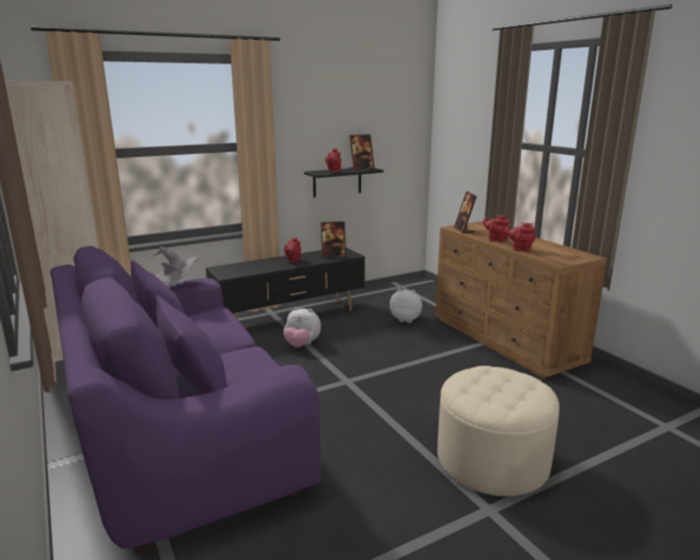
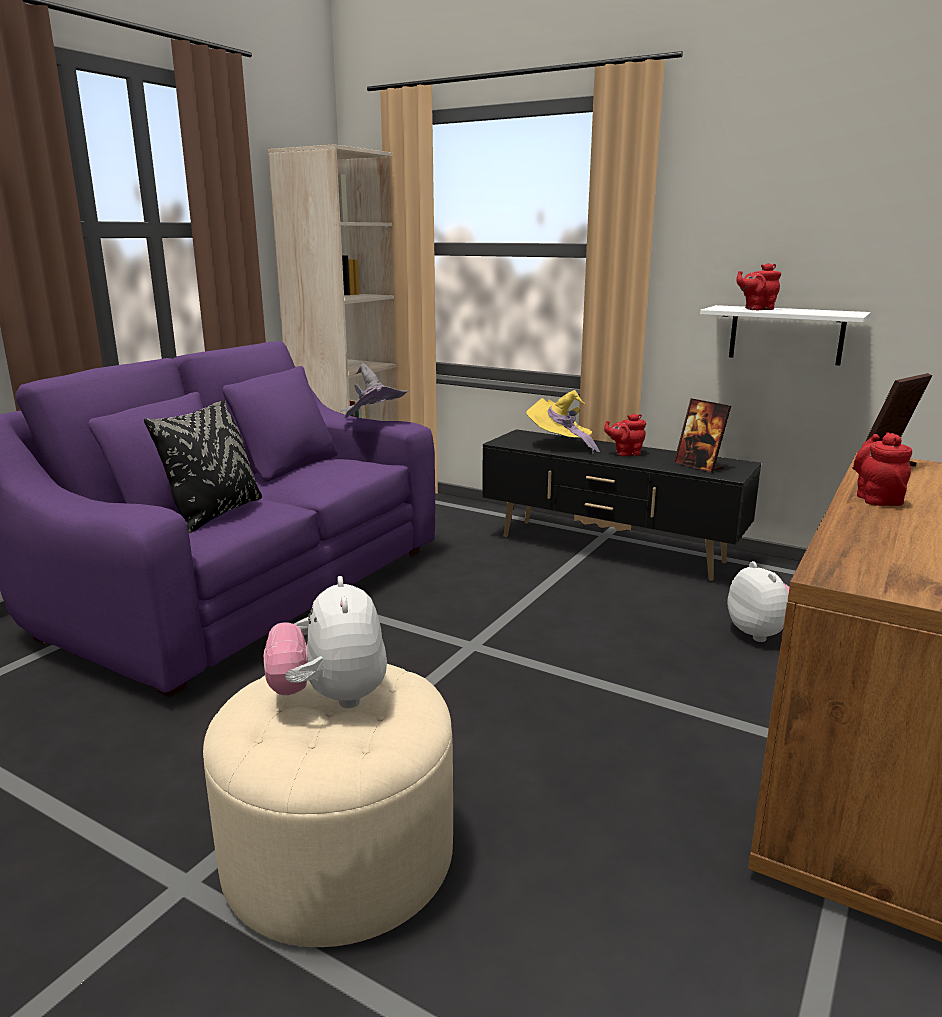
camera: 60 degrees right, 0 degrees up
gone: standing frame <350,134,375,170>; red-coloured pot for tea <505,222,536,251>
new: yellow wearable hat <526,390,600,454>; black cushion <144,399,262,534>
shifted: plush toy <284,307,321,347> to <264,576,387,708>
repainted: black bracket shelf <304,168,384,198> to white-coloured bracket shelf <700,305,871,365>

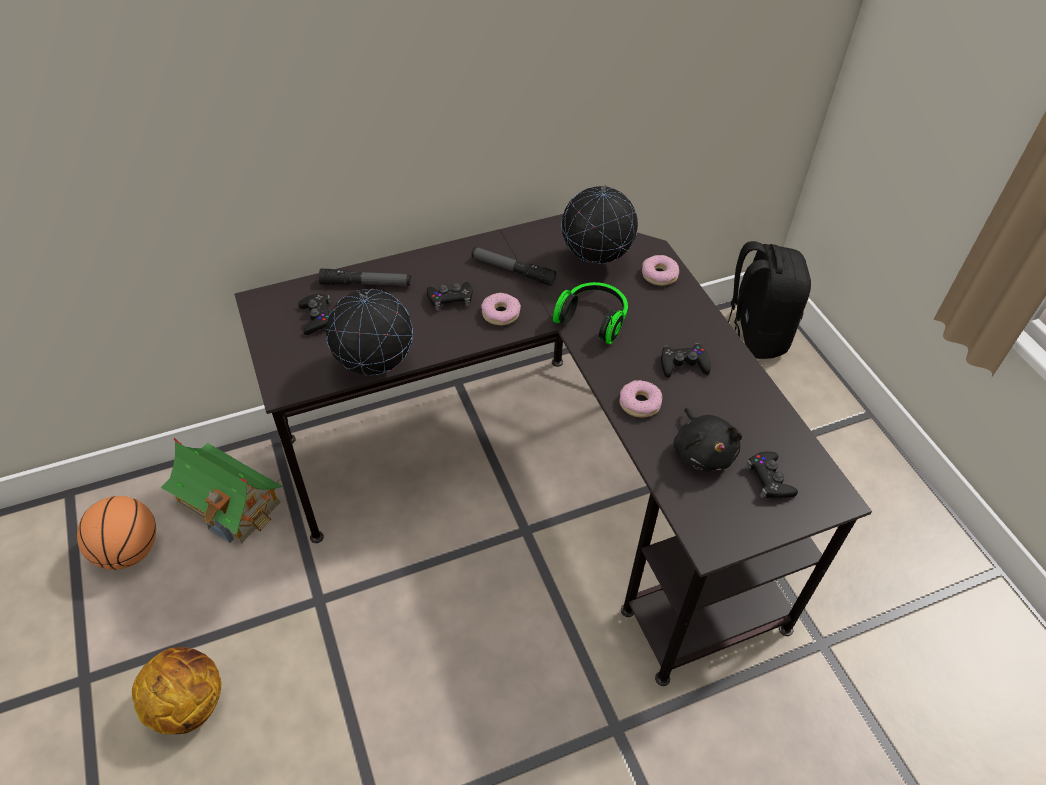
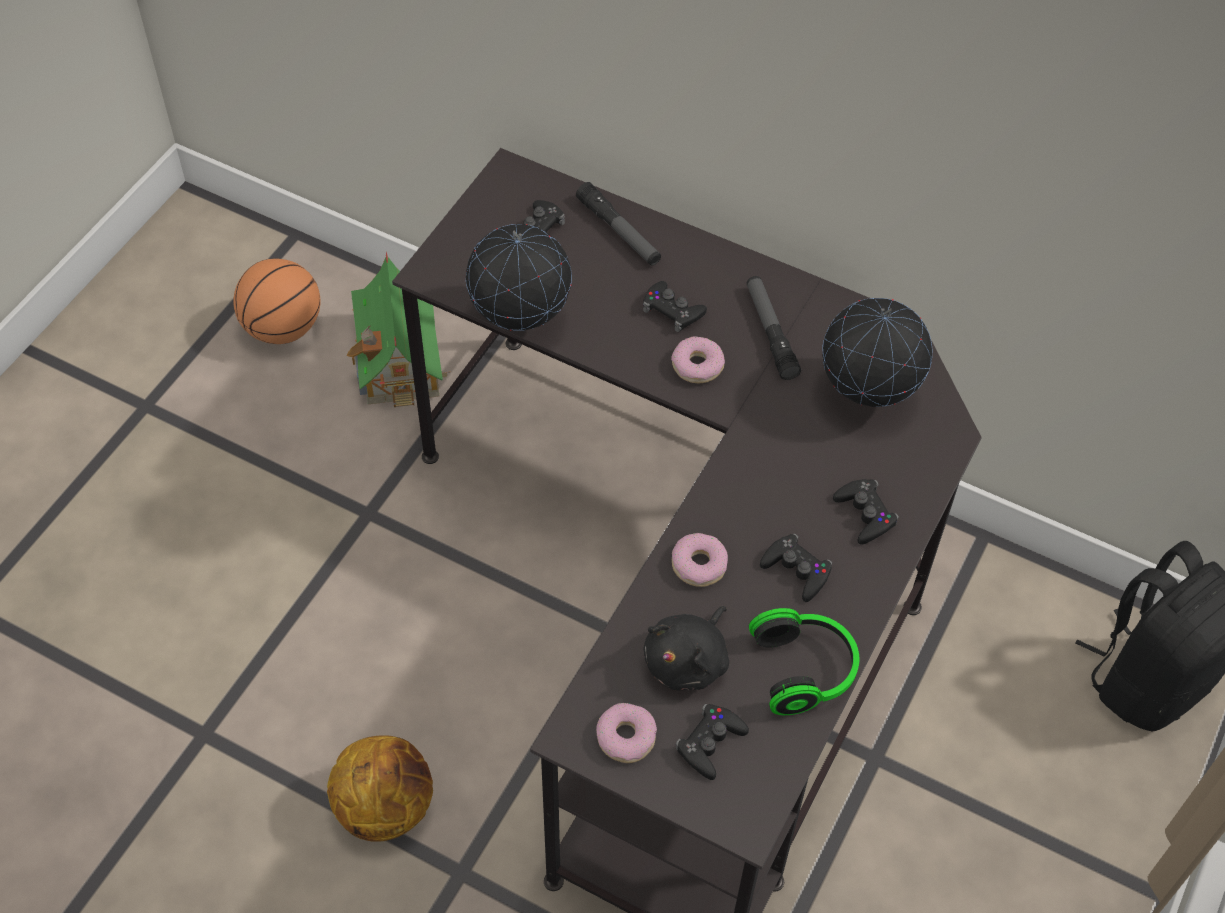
camera: 50 degrees right, 5 degrees up
new: black game controller <833,479,899,544>
shifted: ring doughnut <642,255,679,286> to <596,703,657,763>; headphones <553,282,628,345> to <749,608,859,715>; ball for basketball <132,647,221,734> to <327,735,433,842>

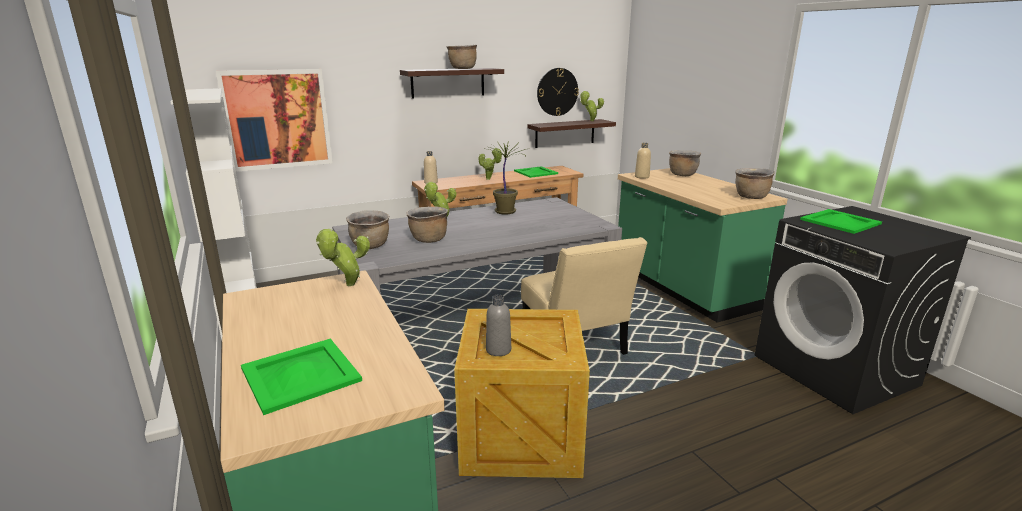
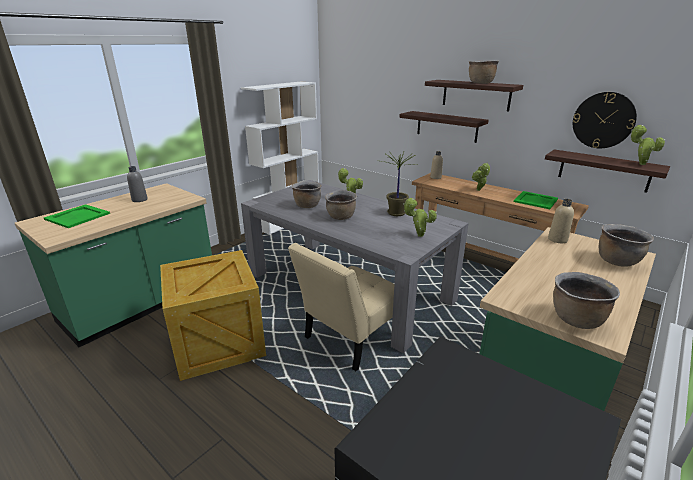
camera: 65 degrees right, 5 degrees up
gone: picture <216,69,333,172>; green carrying tray <800,209,882,234>
new: bracket shelf <399,111,489,143>
shifted: brown-coloured stockpot <346,210,390,249> to <325,190,357,220>; potted plant <316,229,370,286> to <403,198,437,237>; gray bottle <486,294,511,356> to <127,166,148,202>

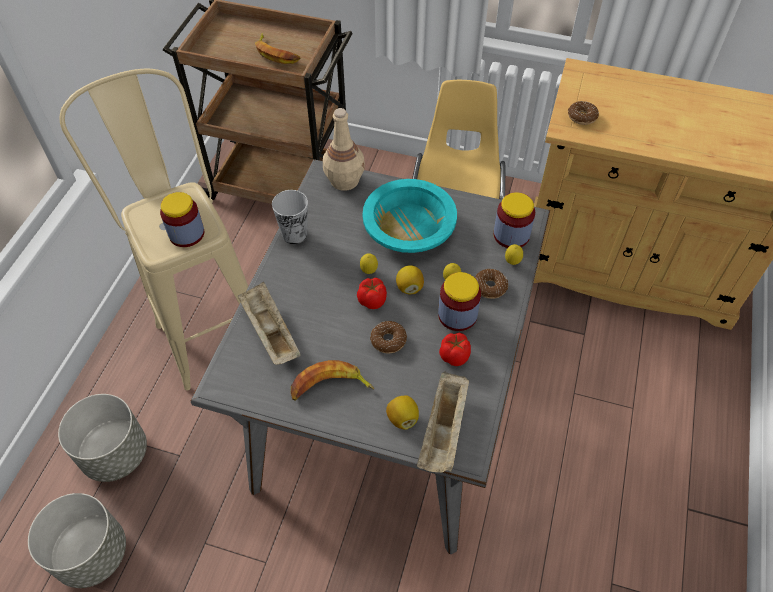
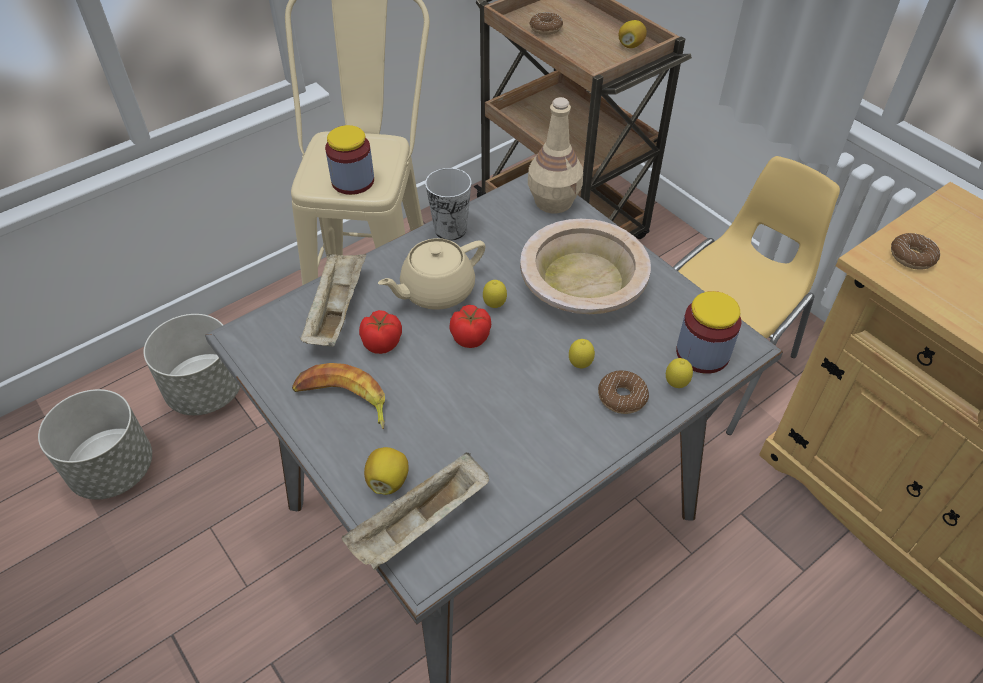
camera: 35 degrees right, 5 degrees down
gone: banana fruit <255,33,300,64>; preserve jar <438,272,481,331>
new: beige-coloured pot for tea <378,238,485,310>
shifted: citrus fruit <396,265,424,294> to <619,20,647,48>; ring doughnut <370,321,407,353> to <530,12,563,35>; whole tomato <439,333,471,366> to <359,310,402,354>
repainted: turquoise deep dish <363,179,457,253> to beige-coloured deep dish <520,219,651,314>

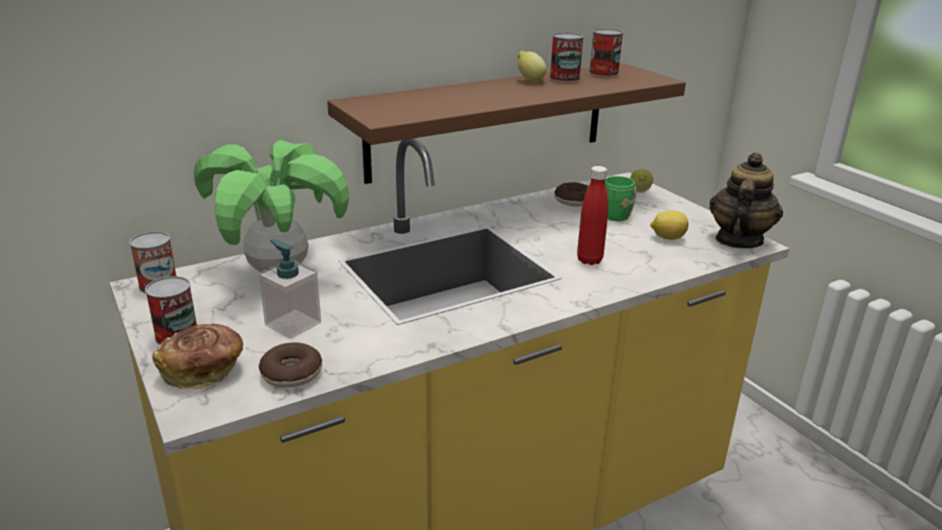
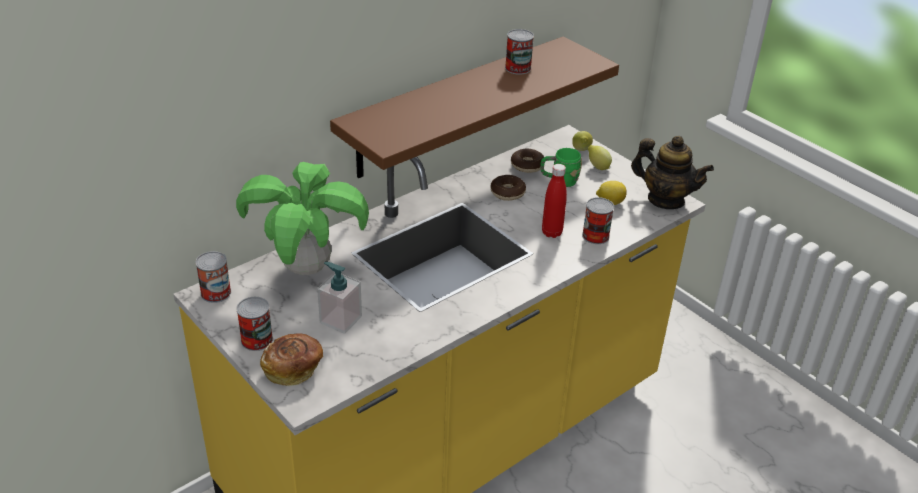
camera: 10 degrees left, 10 degrees up
shifted: sealed can <589,28,623,77> to <582,197,614,244>; citrus fruit <518,51,547,82> to <588,145,612,170>; ring doughnut <259,342,322,388> to <491,175,526,201>
rotated: pot for tea <710,152,783,248> = <631,136,714,209> 105 degrees clockwise

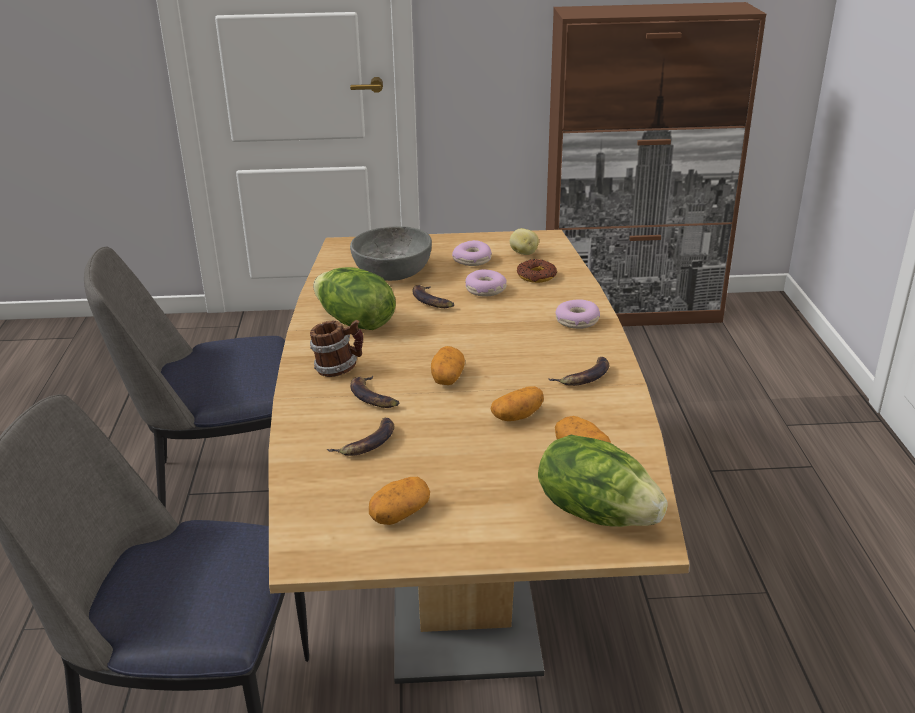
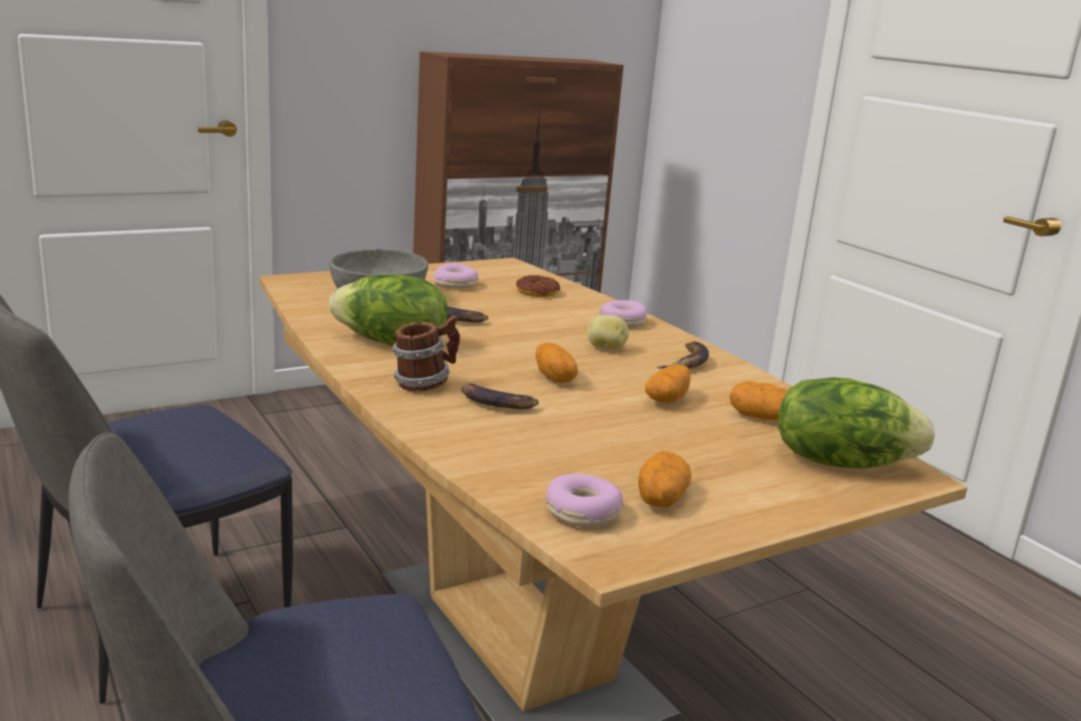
camera: 30 degrees left, 10 degrees down
gone: banana fruit <327,418,395,456>
shifted: spud <510,228,539,255> to <587,315,629,350>; ring doughnut <465,269,507,297> to <546,474,624,527>

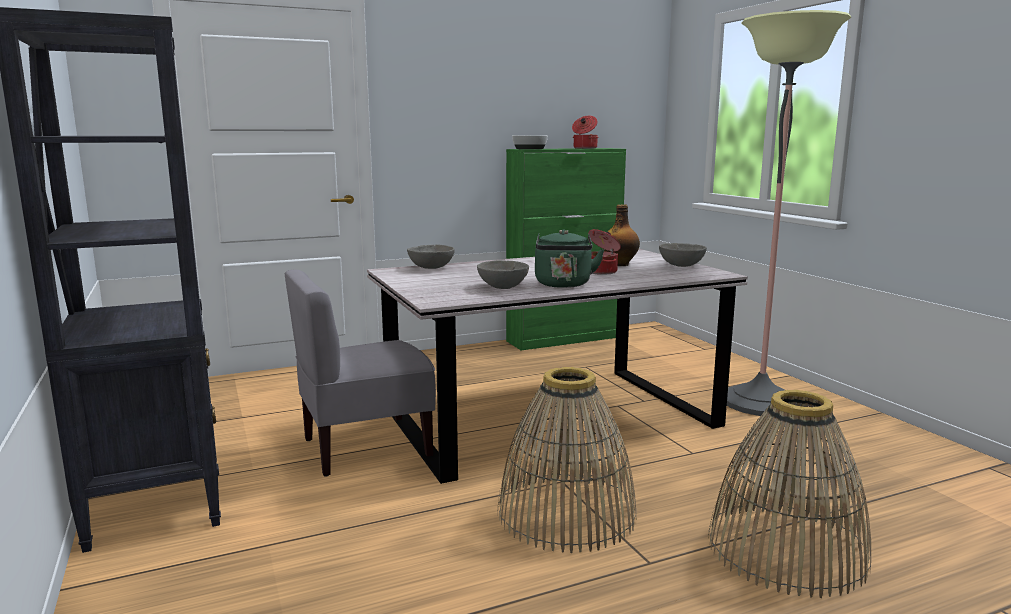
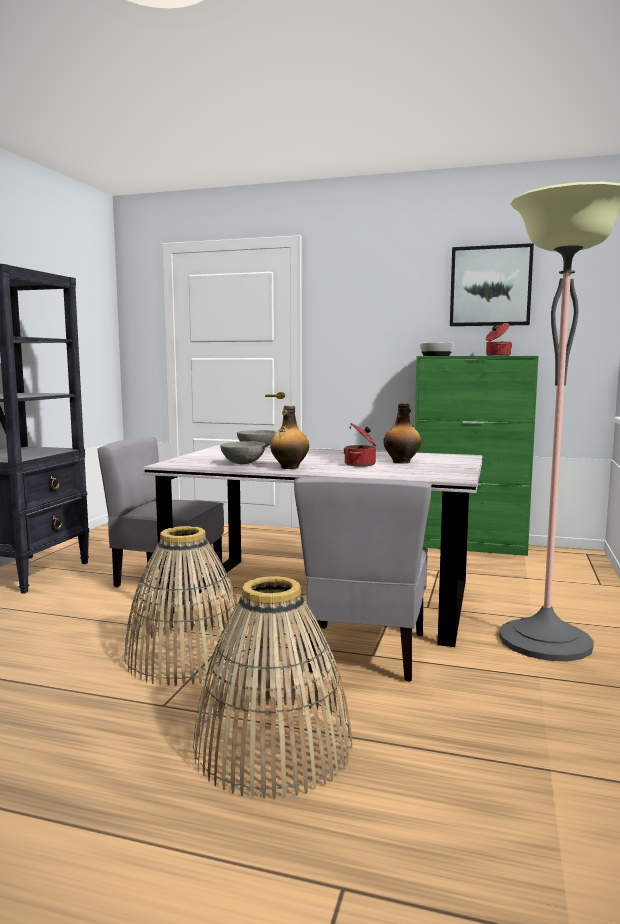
camera: 40 degrees right, 5 degrees down
gone: gray deep dish <659,243,707,267>
new: picture <450,243,534,326>; gray upright chair <294,477,432,682>
swapped: green water kettle <535,229,604,288> to bottle <270,405,309,469>

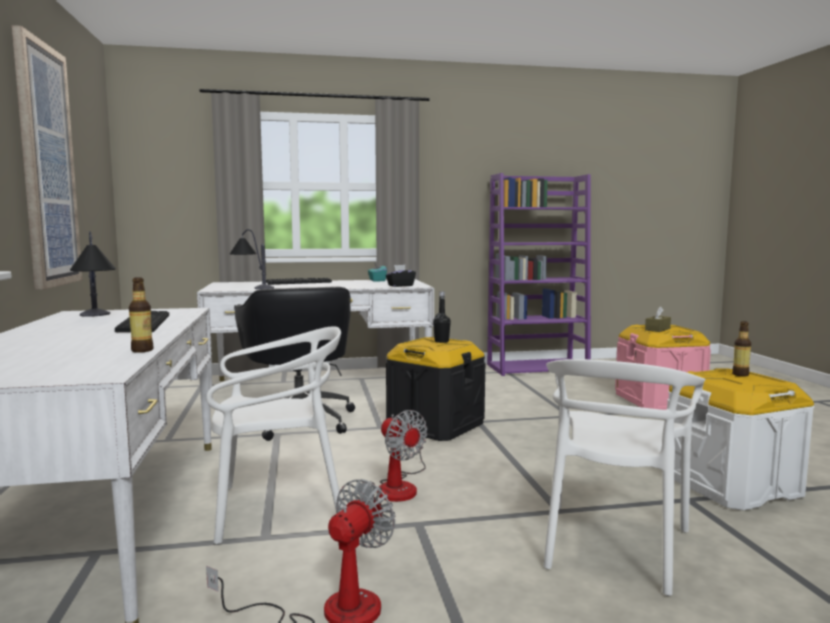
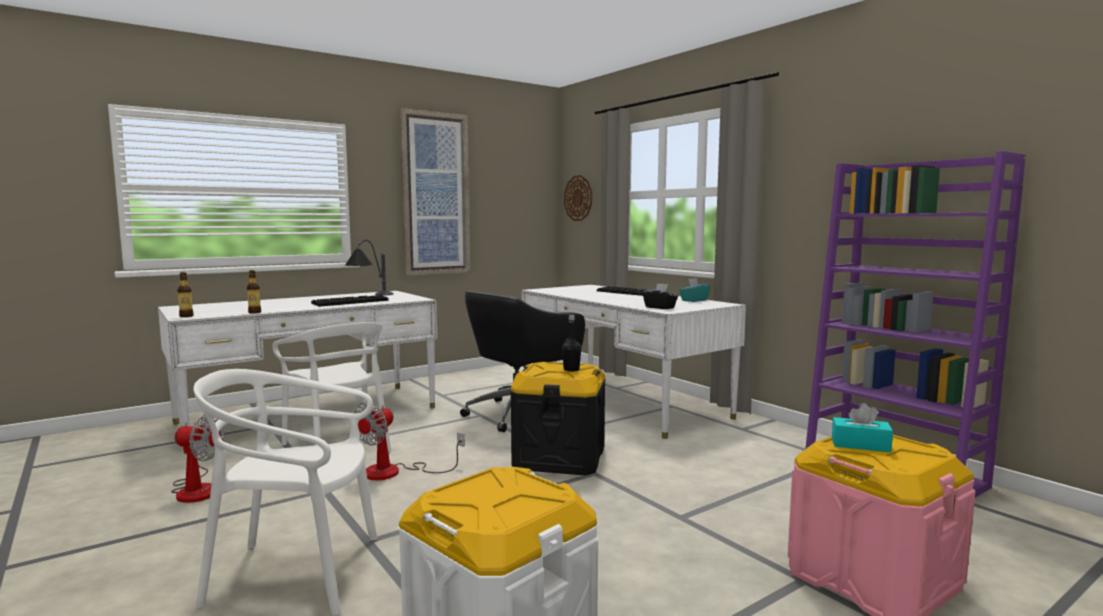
camera: 65 degrees right, 0 degrees up
gone: table lamp <230,229,274,289>
new: wall clock <564,175,592,221>
shifted: bottle <732,321,751,376> to <177,272,194,317>
repainted: brown-coloured tissue holder <645,306,671,332> to turquoise tissue holder <832,403,893,452>

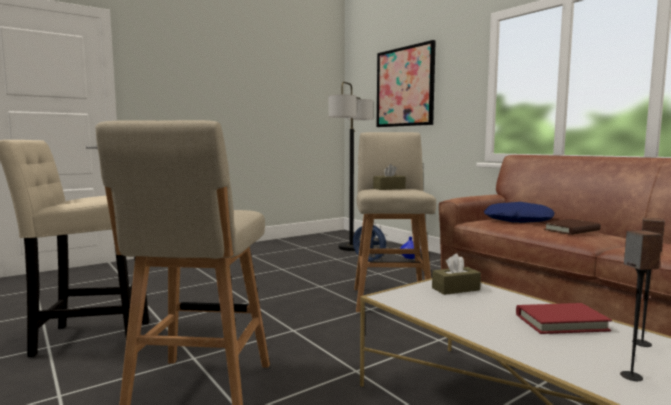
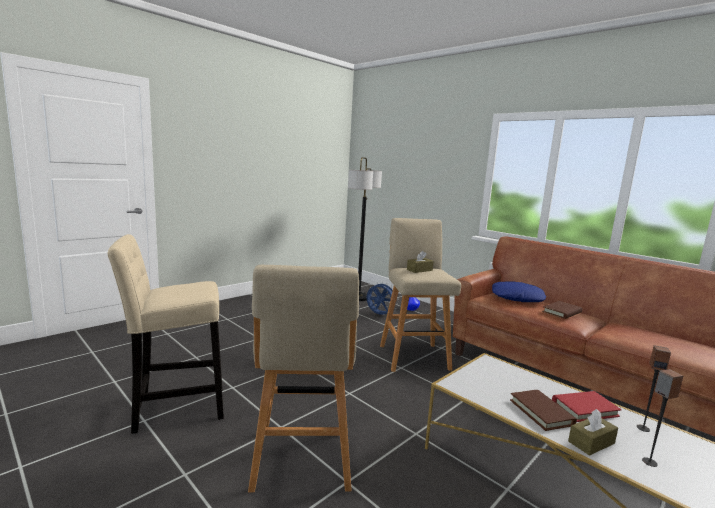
camera: 10 degrees left, 5 degrees up
gone: picture <376,40,436,127>
new: brown-coloured bound book <510,390,577,431>
shifted: brown-coloured tissue holder <432,253,481,295> to <568,409,618,455>

